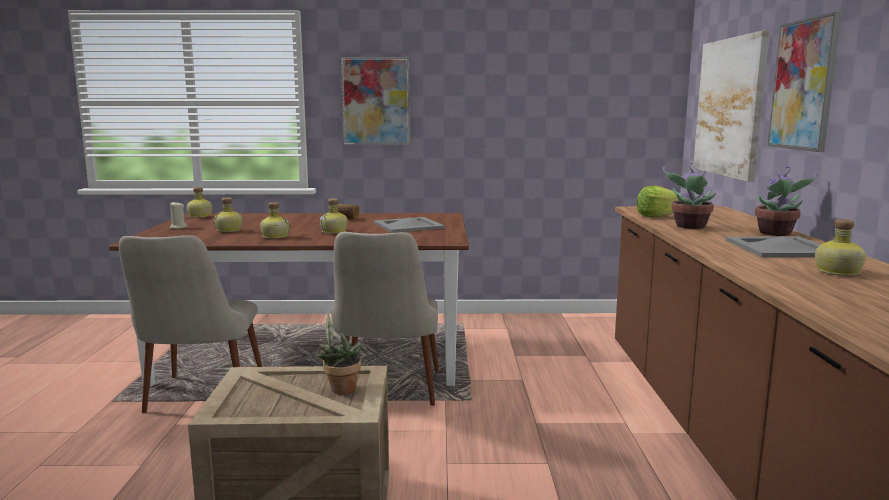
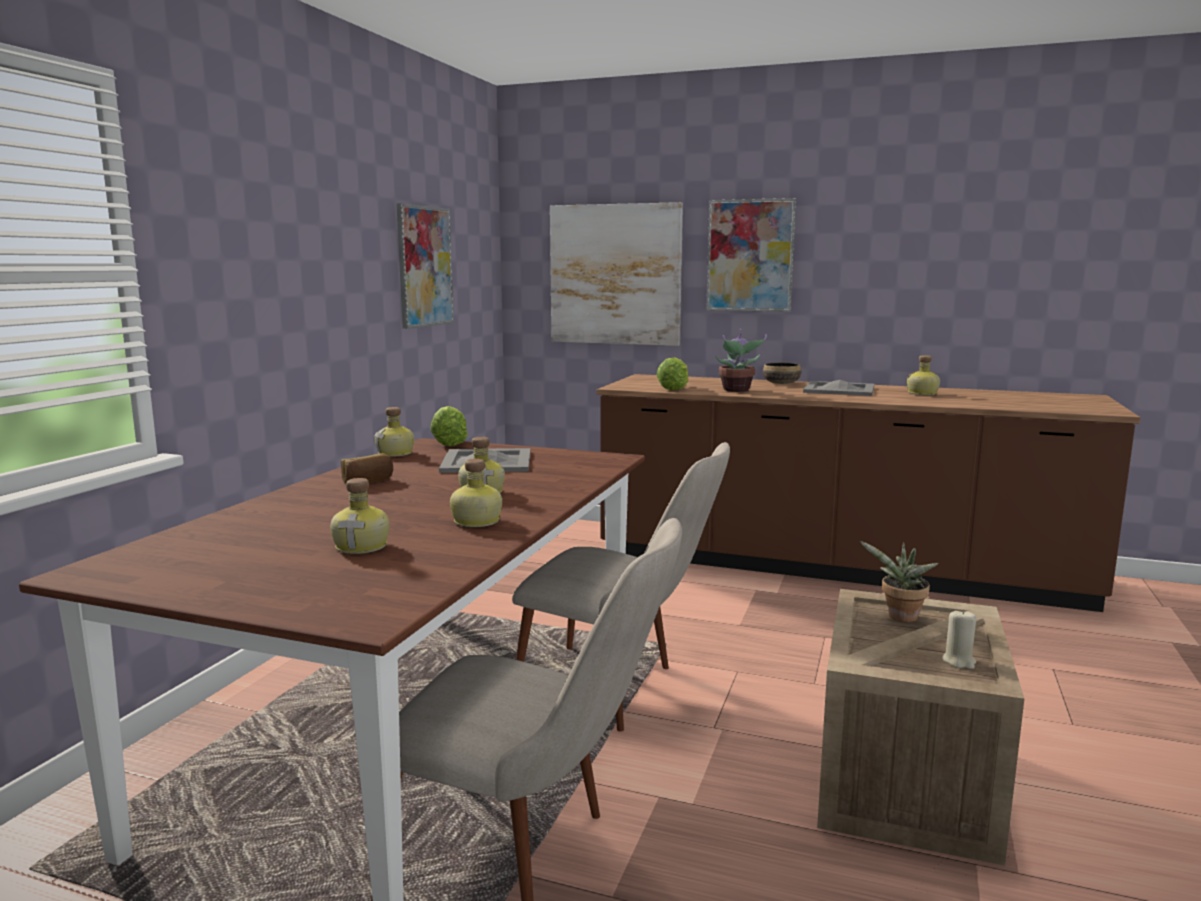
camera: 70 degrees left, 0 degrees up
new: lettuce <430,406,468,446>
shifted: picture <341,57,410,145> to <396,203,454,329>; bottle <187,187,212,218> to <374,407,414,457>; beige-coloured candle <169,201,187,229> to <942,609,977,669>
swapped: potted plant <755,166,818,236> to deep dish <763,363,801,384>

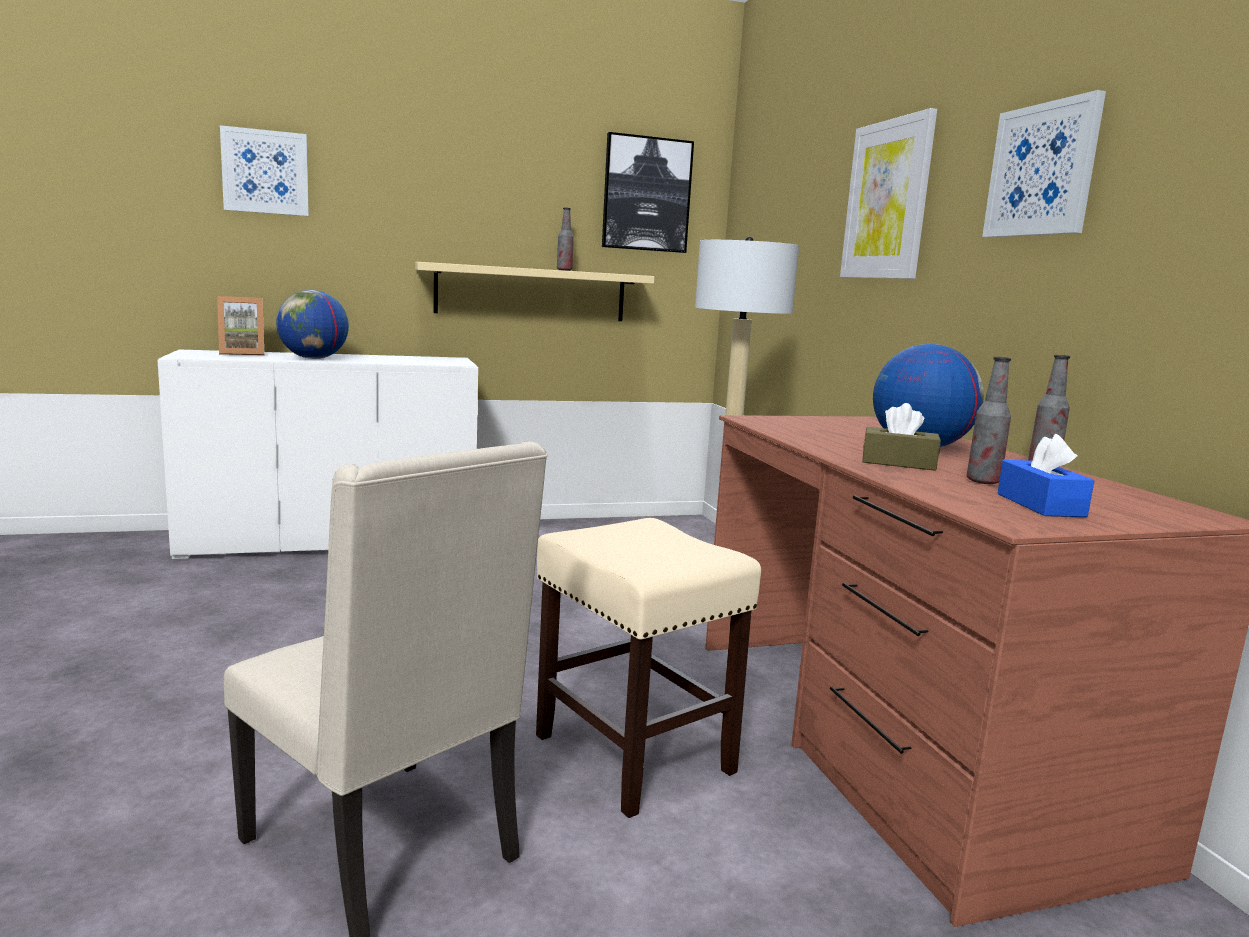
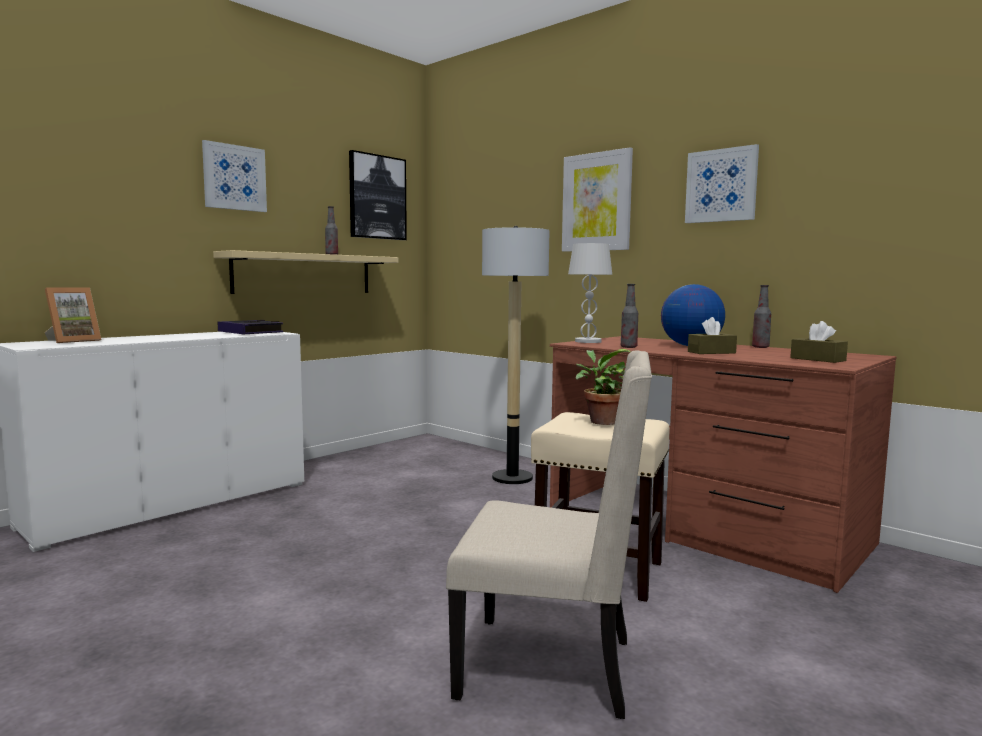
camera: 30 degrees left, 5 degrees down
gone: globe <276,290,349,359>
new: white-coloured table lamp <568,243,612,343>; bound book <217,320,283,334>; potted plant <576,349,630,425>
shifted: picture <220,125,309,216> to <202,140,267,212>; bottle <967,357,1011,484> to <621,284,638,348>
repainted: blue-coloured tissue holder <998,434,1094,517> to brown-coloured tissue holder <790,321,848,363>

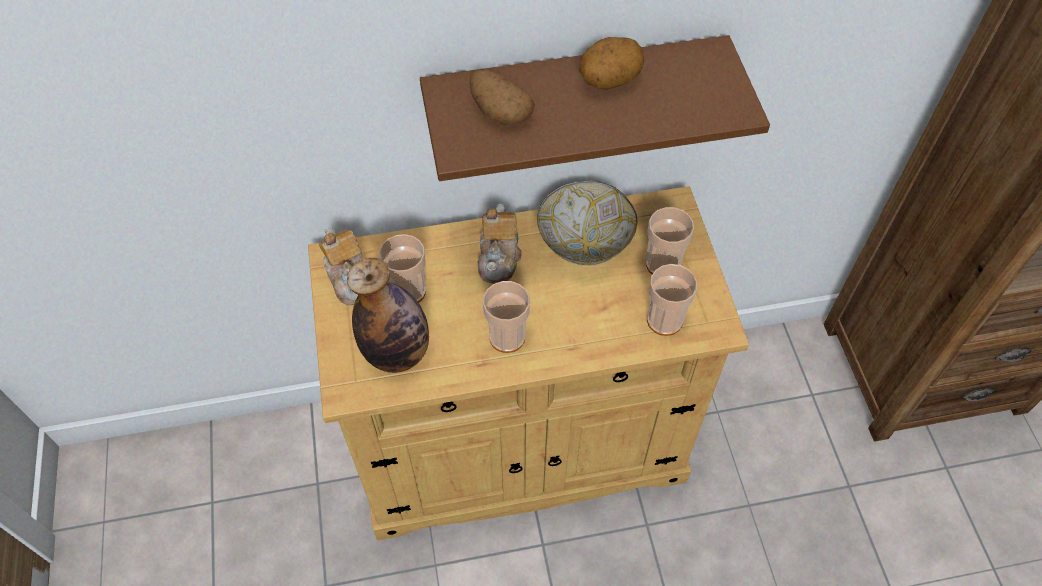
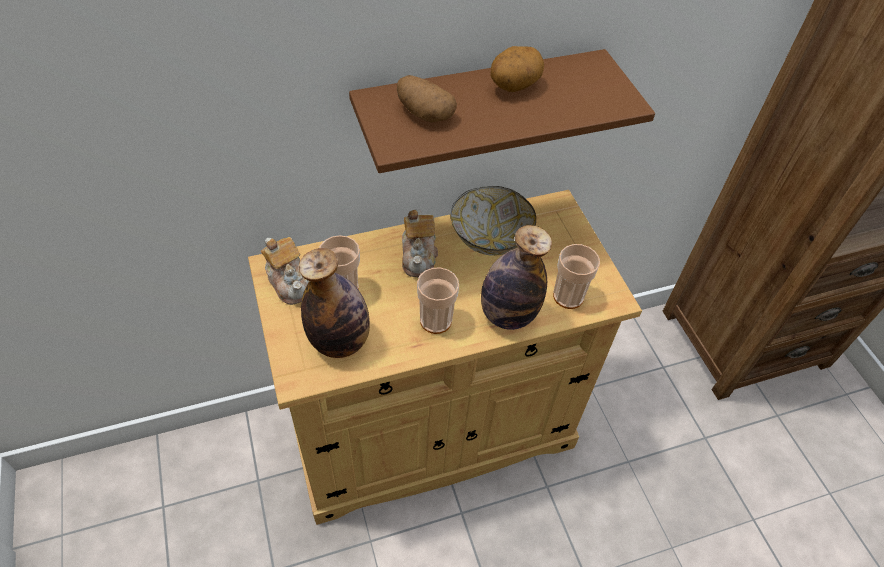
camera: 10 degrees left, 5 degrees down
gone: small cup <646,207,694,274>
new: bottle <481,225,552,330>

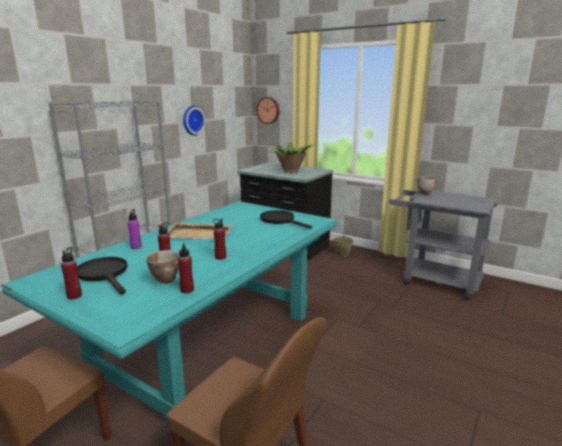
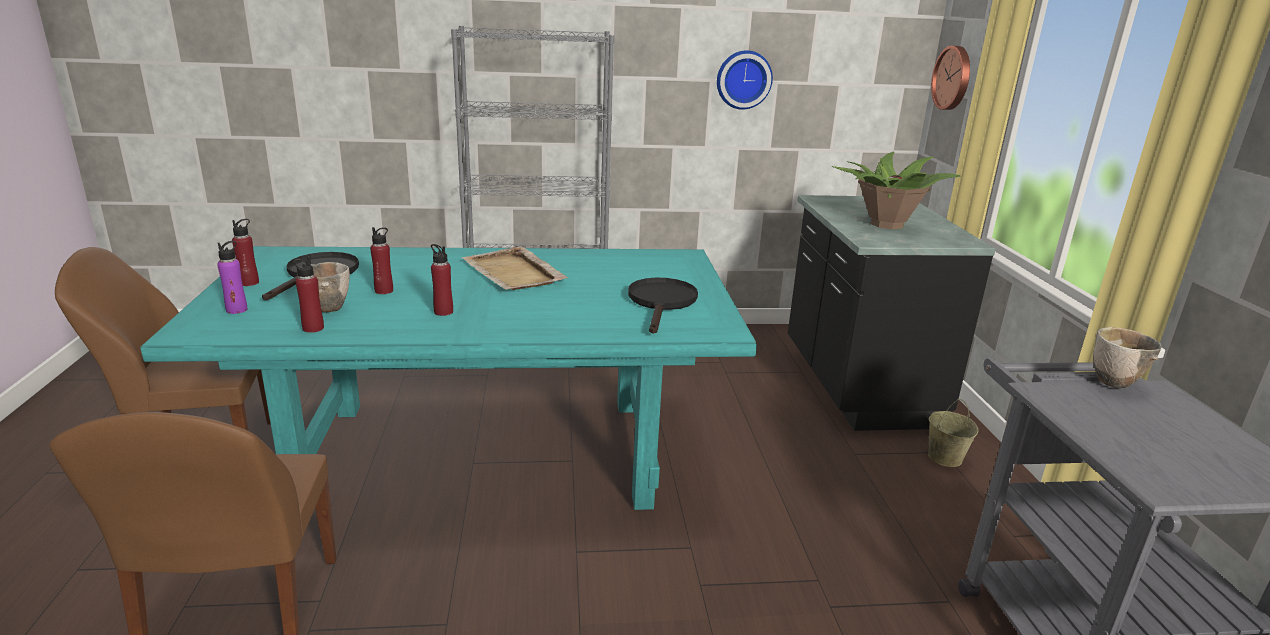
camera: 50 degrees right, 5 degrees up
shifted: purple bottle <128,209,142,249> to <217,241,247,314>

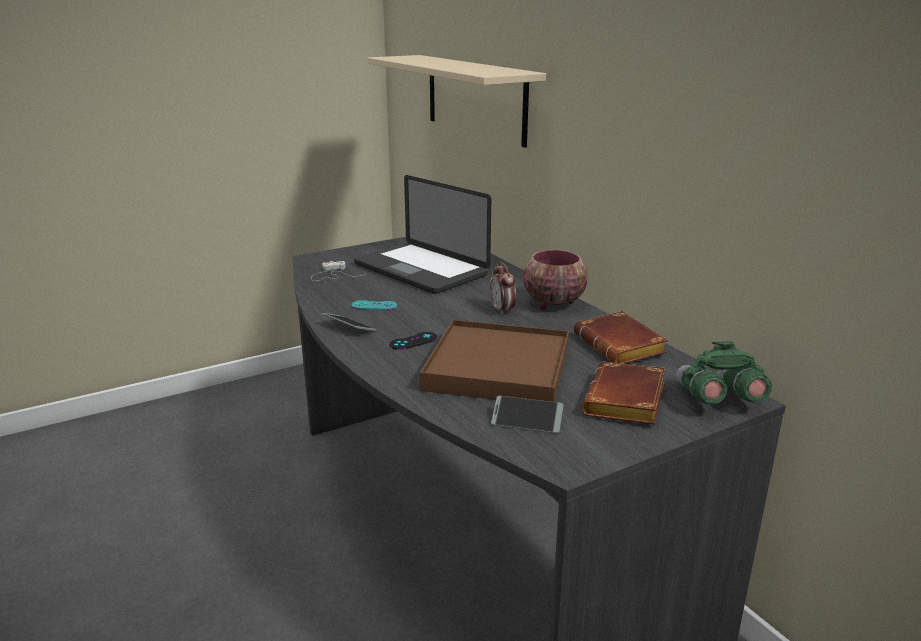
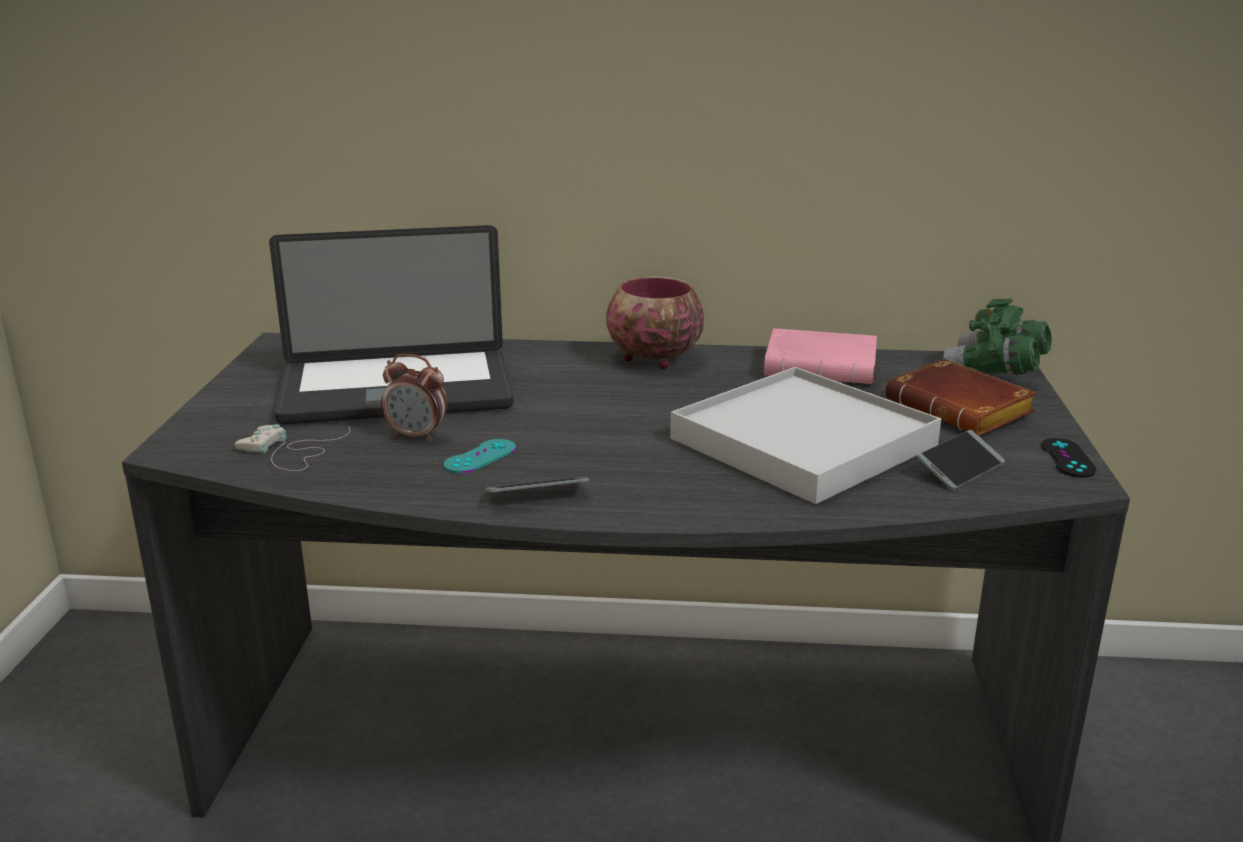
camera: 55 degrees left, 0 degrees up
gone: beige-coloured bracket shelf <367,55,546,148>
shifted: table clock <490,262,516,315> to <381,354,448,442>; black game controller <390,332,437,350> to <1041,438,1097,478>
repainted: brown-coloured bound book <574,311,668,364> to pink-coloured bound book <764,328,877,384>; brown-coloured carrying tray <420,320,569,402> to white-coloured carrying tray <670,367,941,504>

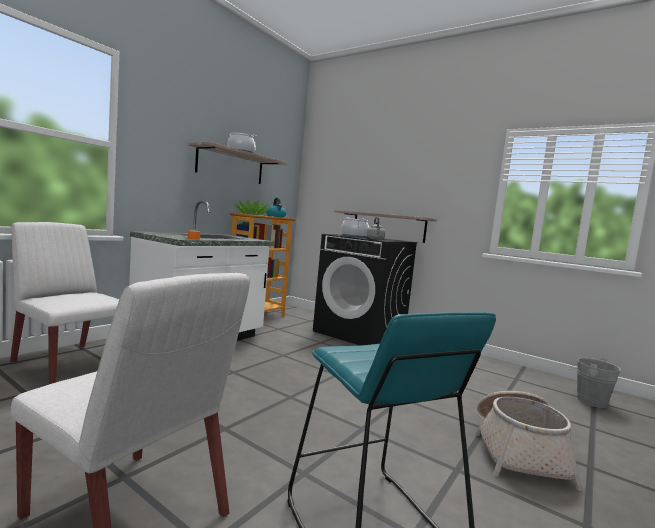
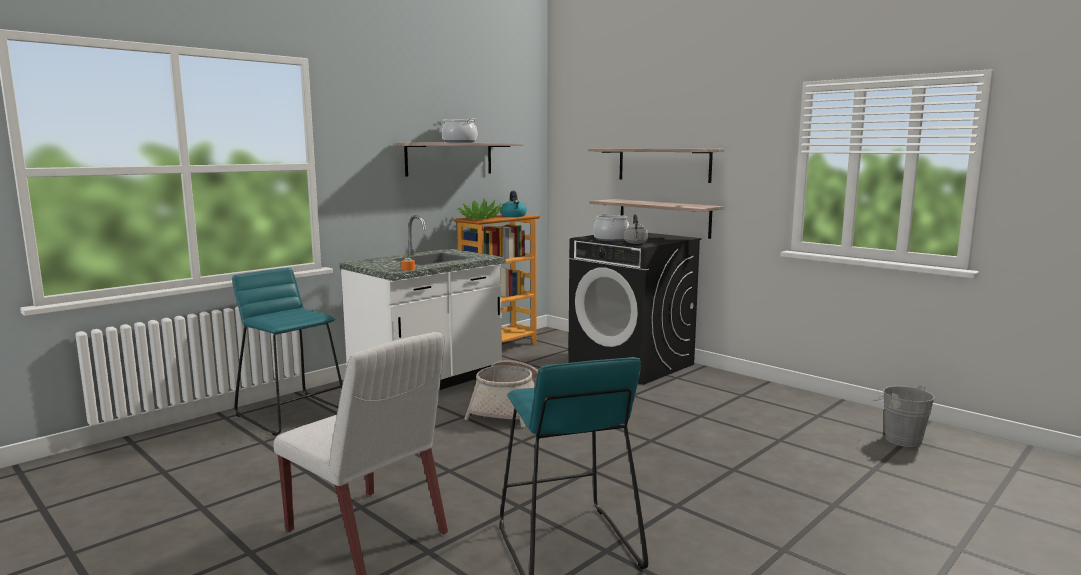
camera: 10 degrees right, 5 degrees up
new: bracket shelf <588,149,724,183>
shifted: household basket <475,391,583,491> to <464,360,538,427>
swapped: white-coloured upright chair <10,222,119,384> to turquoise stool seat <232,268,342,436>

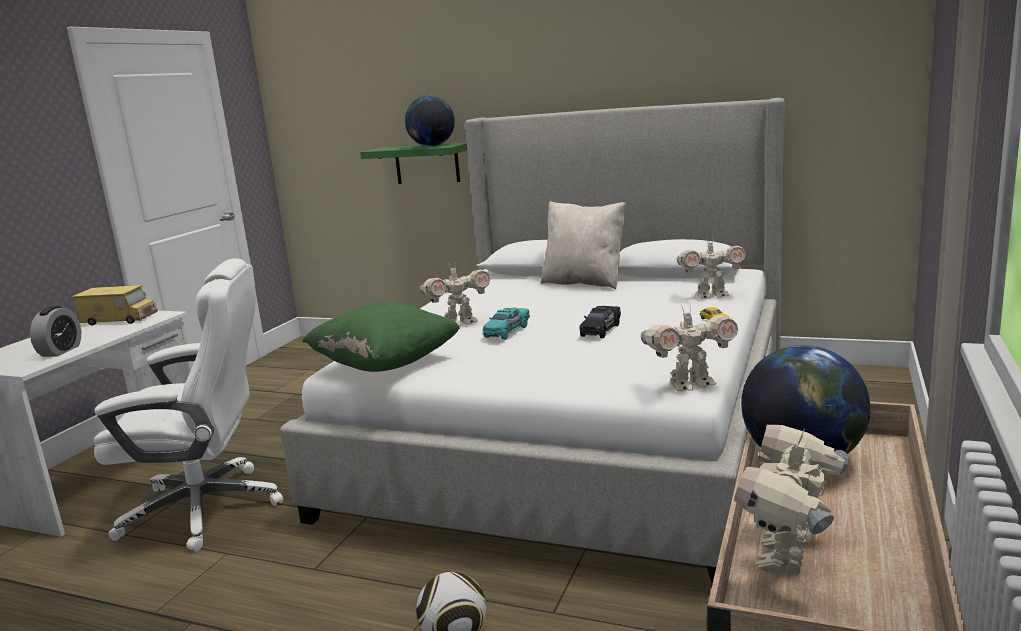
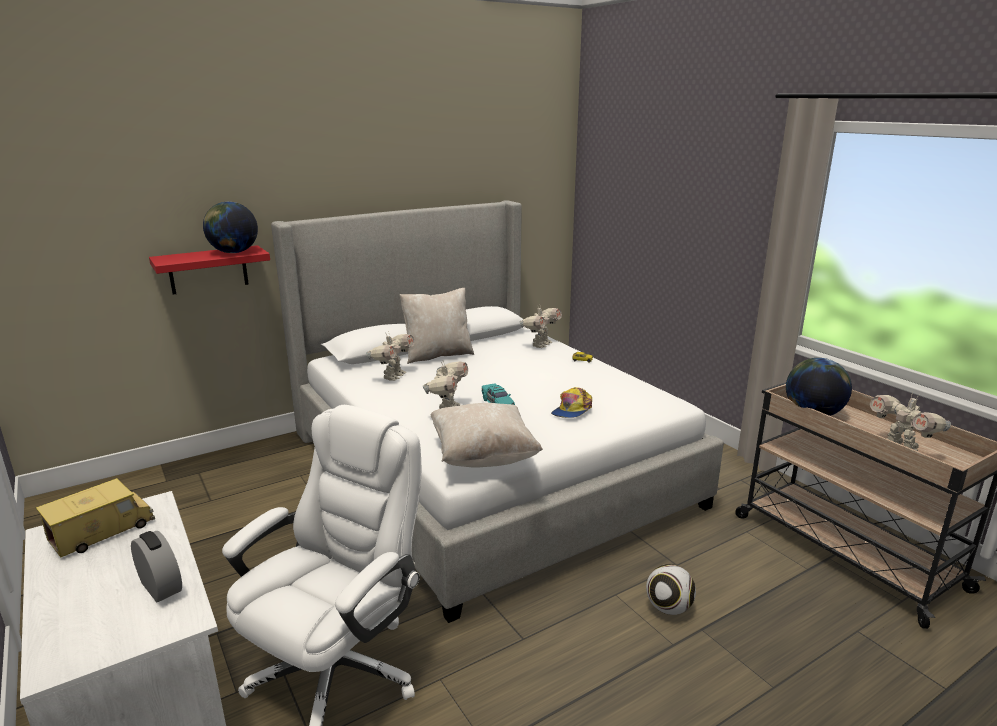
camera: 55 degrees left, 5 degrees up
gone: black model car <579,306,621,338>
new: baseball cap <551,387,592,418>
shifted: toy robot <641,307,738,391> to <366,331,414,381>
repainted: green bracket shelf <360,143,467,184> to red-coloured bracket shelf <149,245,270,295>; green cushion <302,302,460,372> to beige-coloured cushion <430,403,543,467>

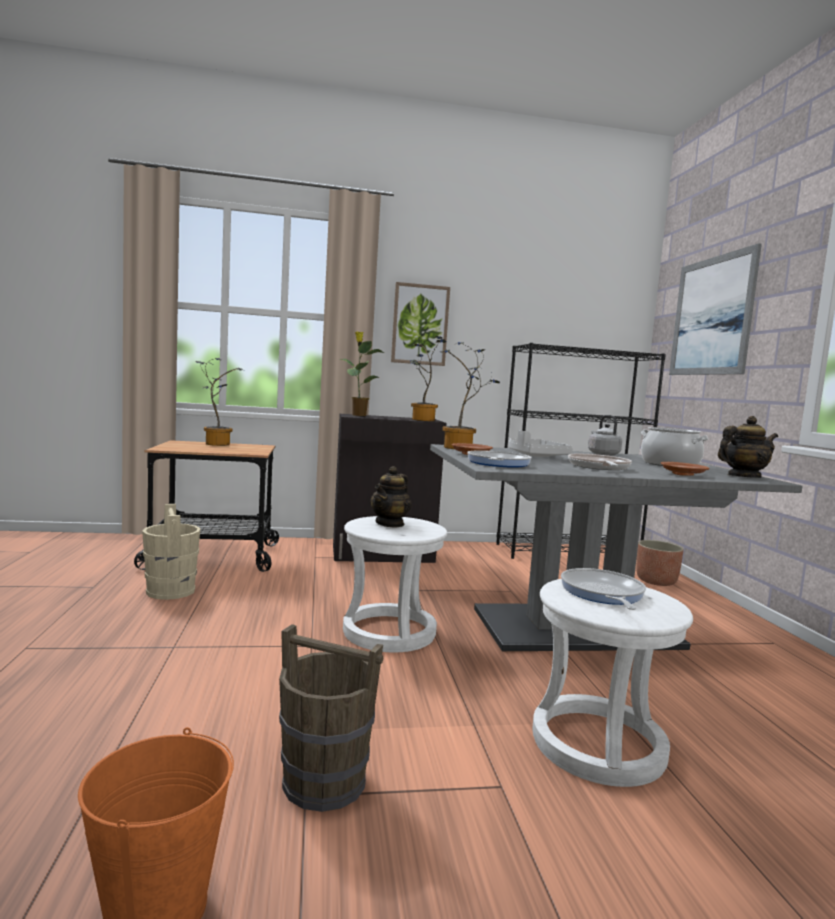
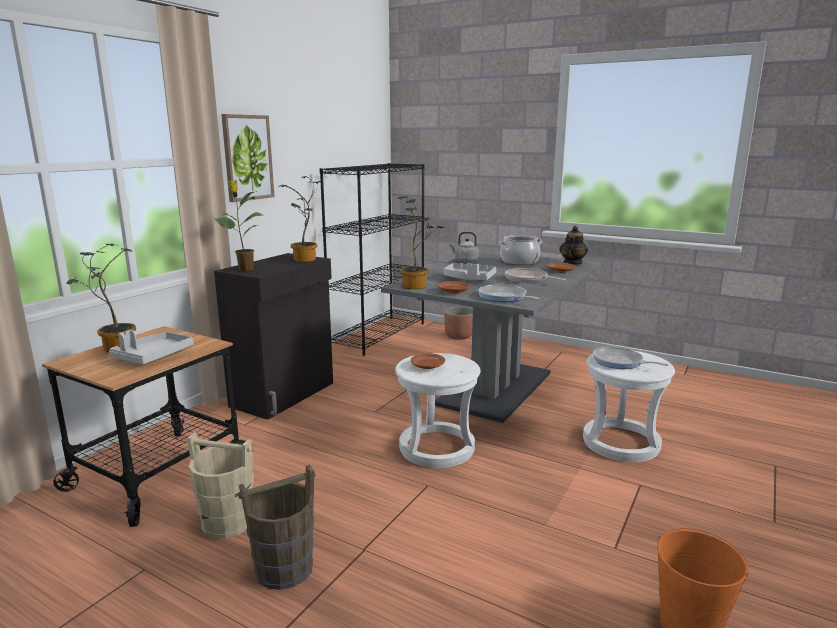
camera: 50 degrees left, 10 degrees up
gone: picture <669,243,762,375>
new: gray carrying tray <109,330,194,364>
shifted: brown-coloured water bucket <279,624,383,812> to <238,465,315,590>
swapped: pot for tea <371,466,412,528> to brown-coloured plate <411,353,445,369>

